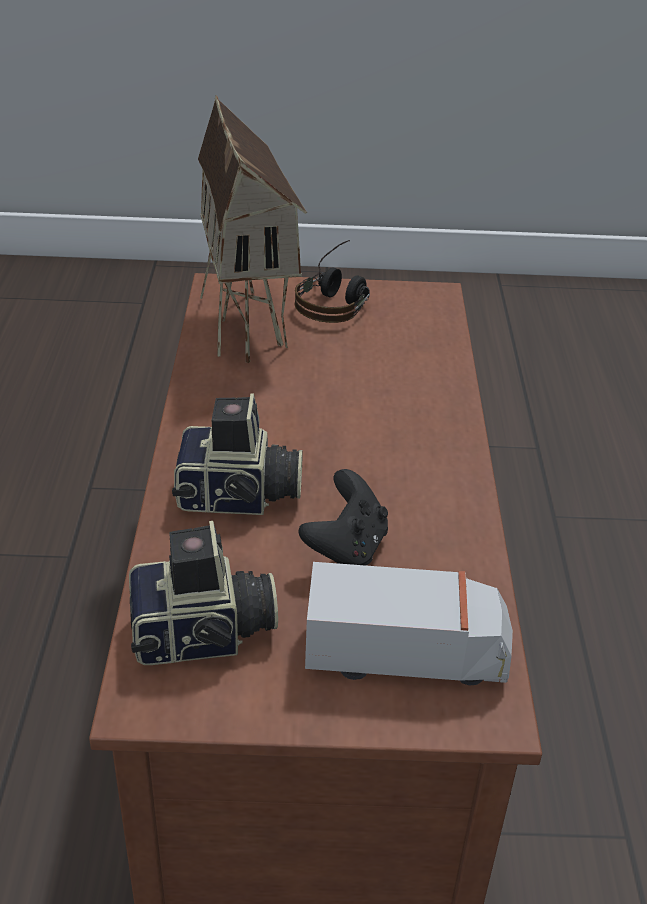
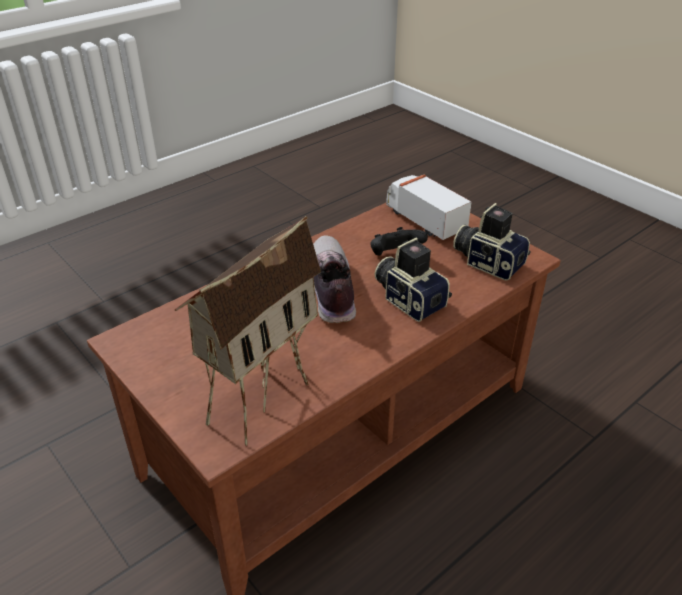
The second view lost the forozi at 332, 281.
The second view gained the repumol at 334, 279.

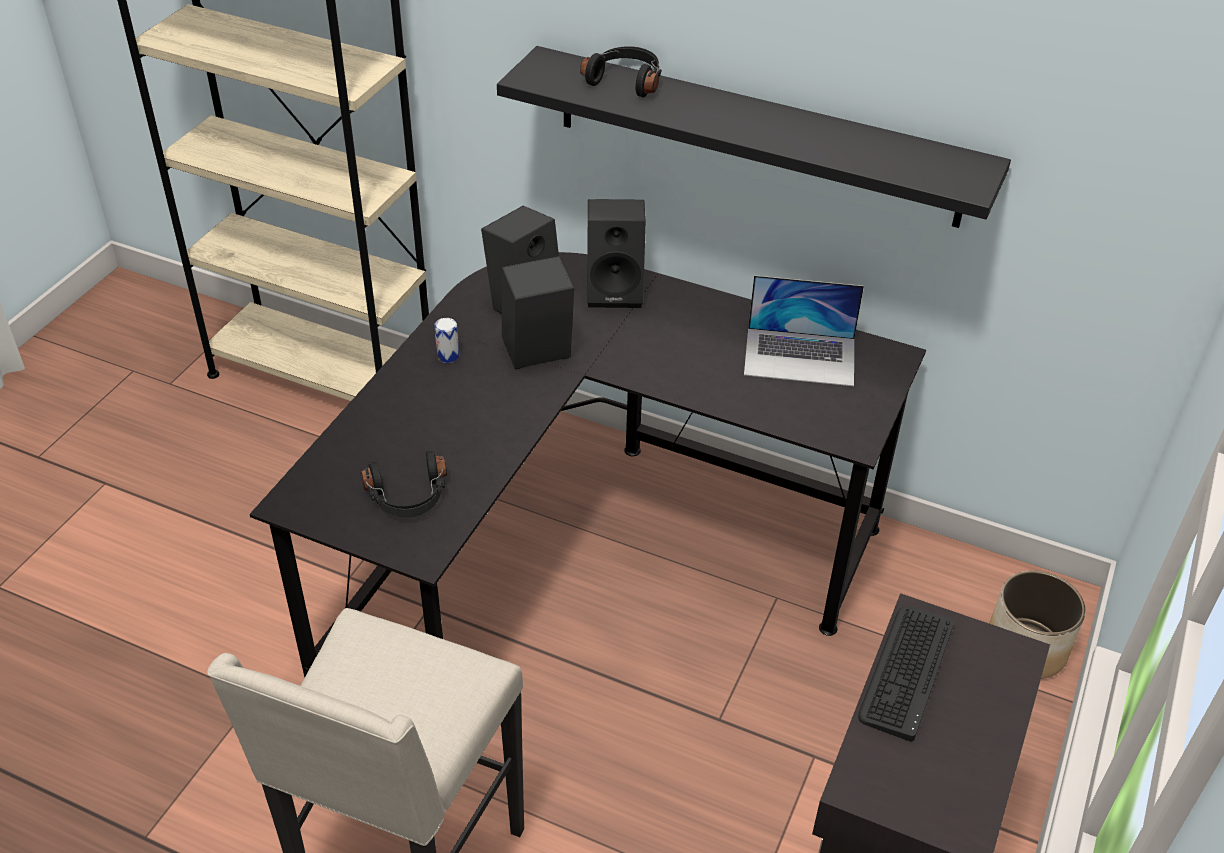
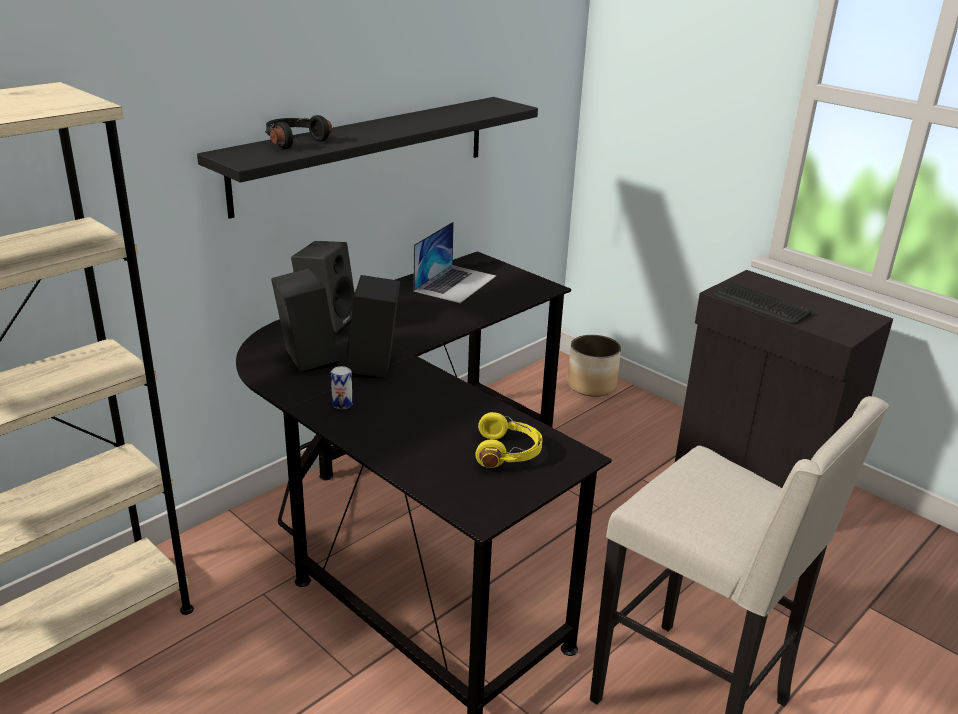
What was the black forozi at 404, 484 turned into the yellow forozi at 509, 440.

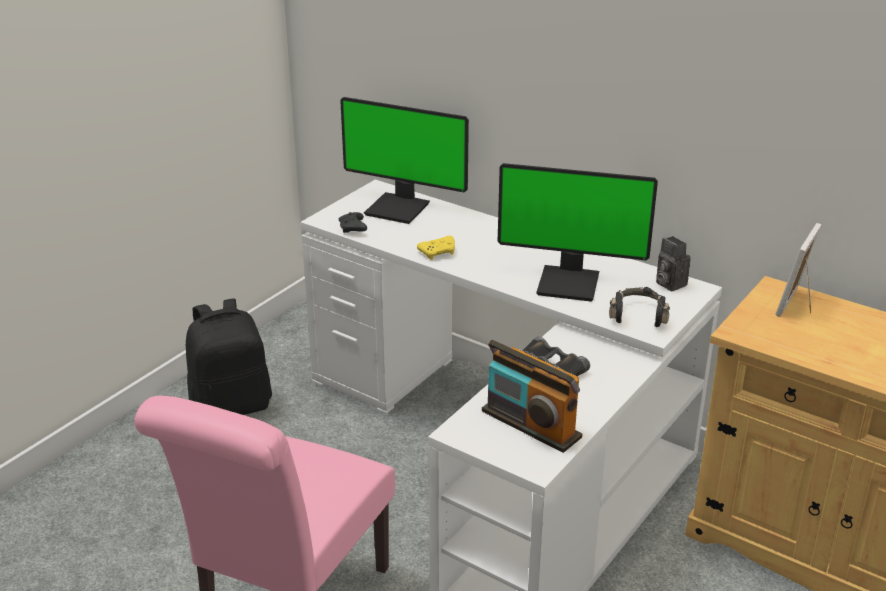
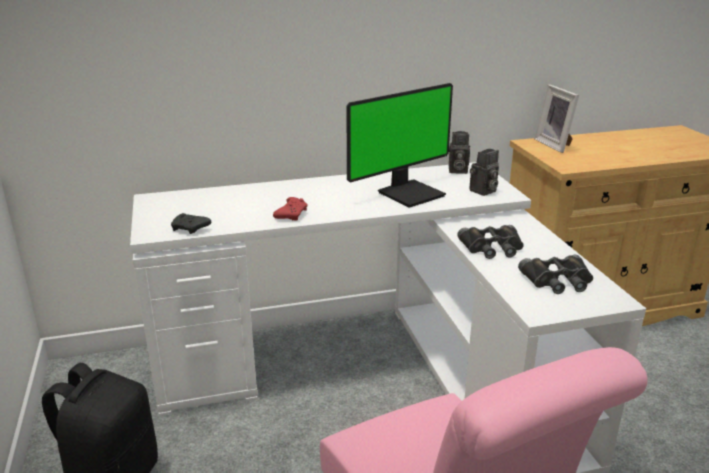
The second view lost the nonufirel at 404, 160.
Where the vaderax stood at 532, 396, the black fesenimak came to stand at 555, 274.
Where the black forozi stood at 639, 307, the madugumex came to stand at 484, 172.
What was the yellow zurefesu at 436, 248 turned into the red zurefesu at 290, 209.

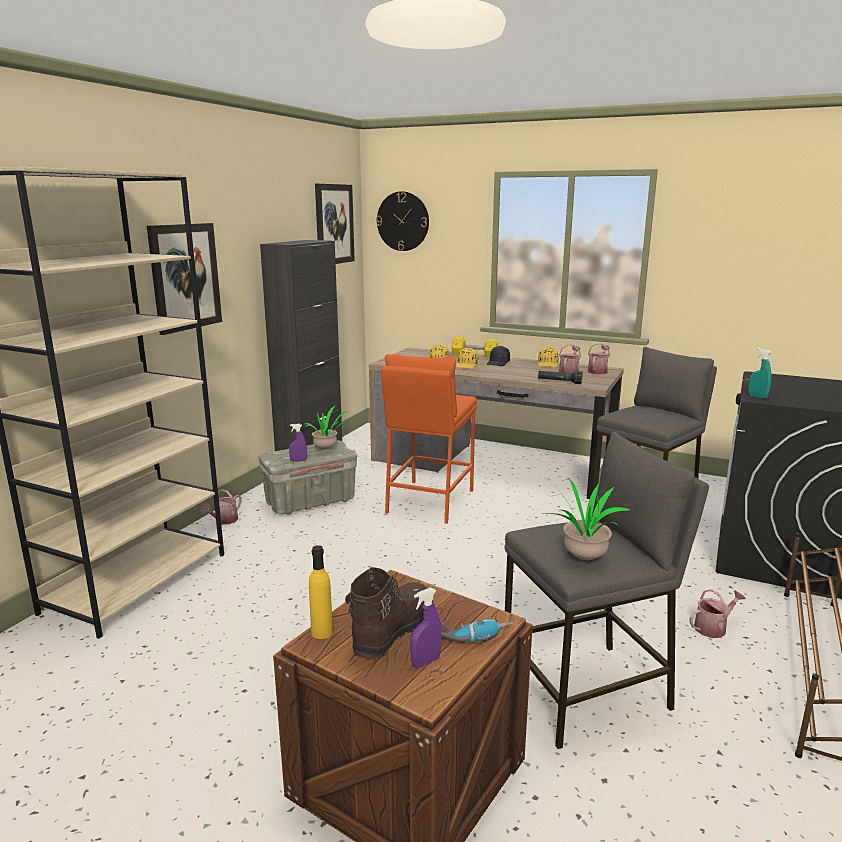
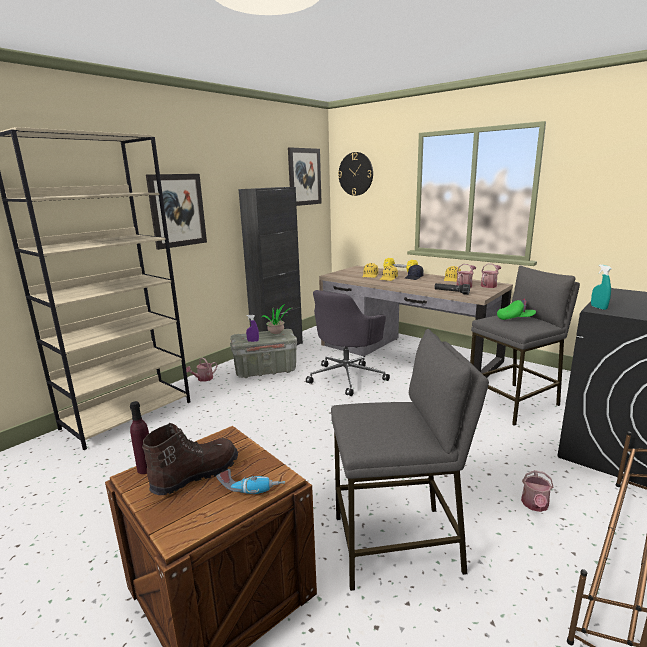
The second view lost the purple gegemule at 426, 628.
The second view lost the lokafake at 586, 519.
The second view gained the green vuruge at 516, 309.
Where the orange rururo stood at 429, 439, the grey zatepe came to stand at 348, 343.
What was the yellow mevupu at 321, 592 turned into the purple mevupu at 139, 437.
The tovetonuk at 717, 613 ended up facing another way, 120 degrees clockwise from before.

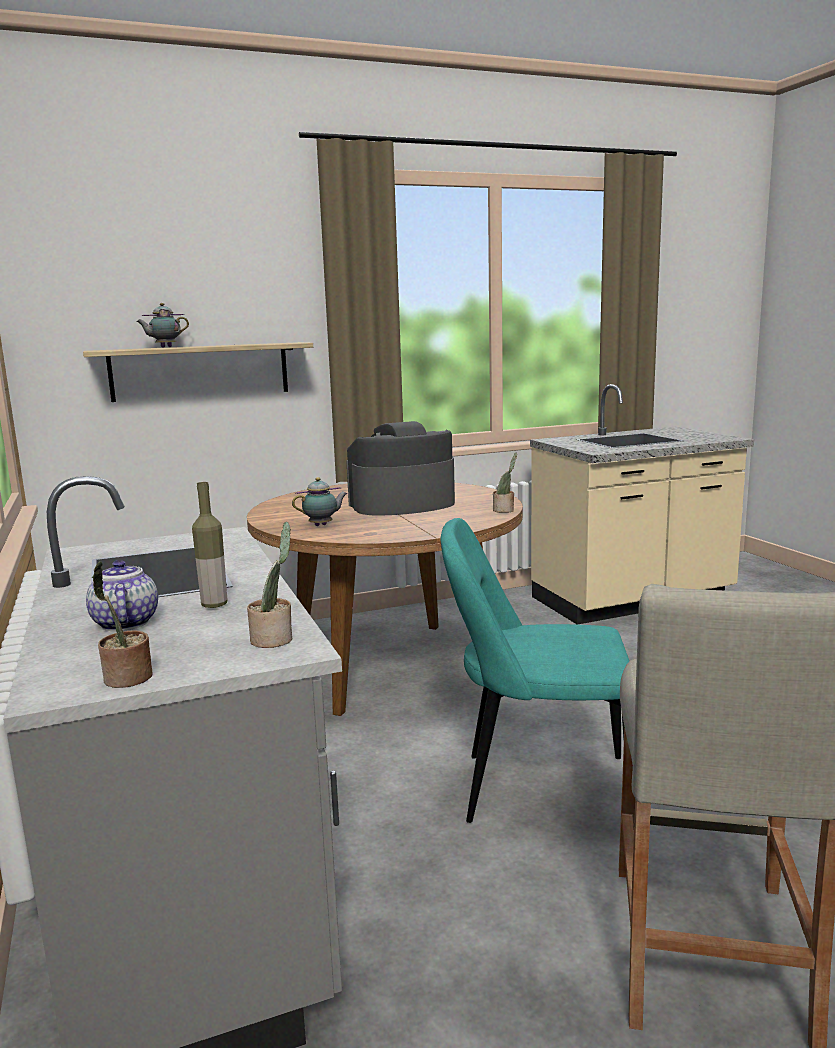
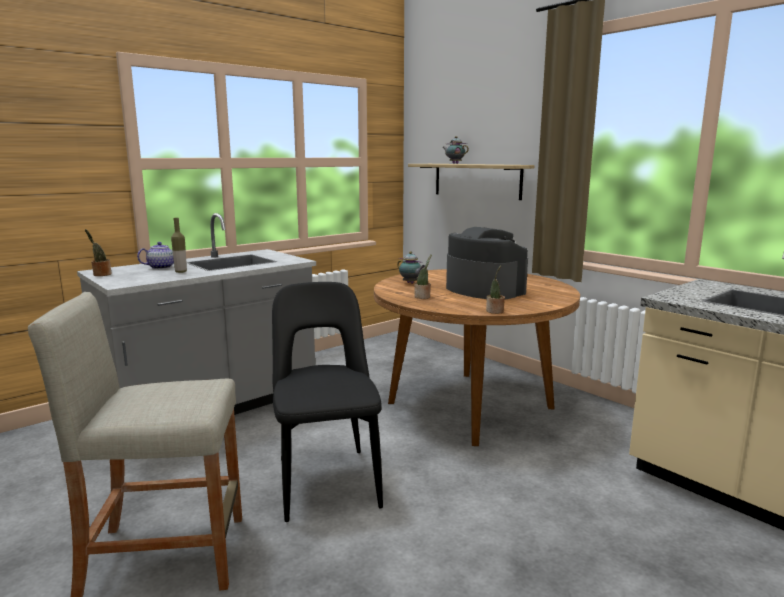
The lokafake ended up elsewhere, having gone from 269, 585 to 423, 276.
What was the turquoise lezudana at 535, 670 turned into the black lezudana at 327, 402.

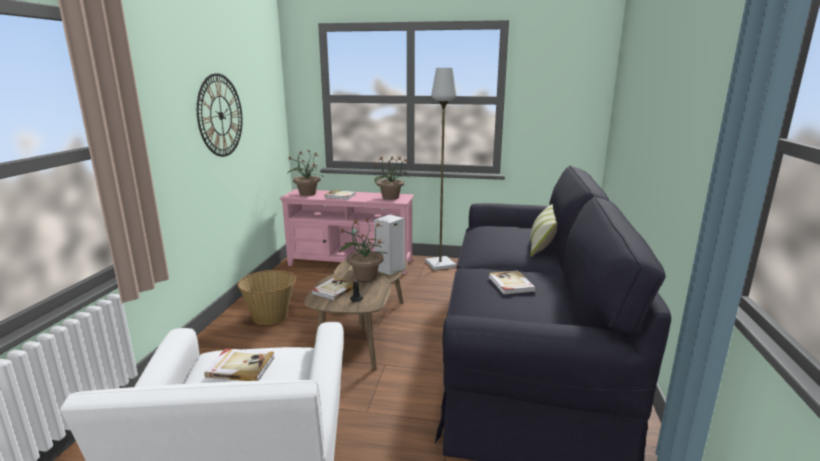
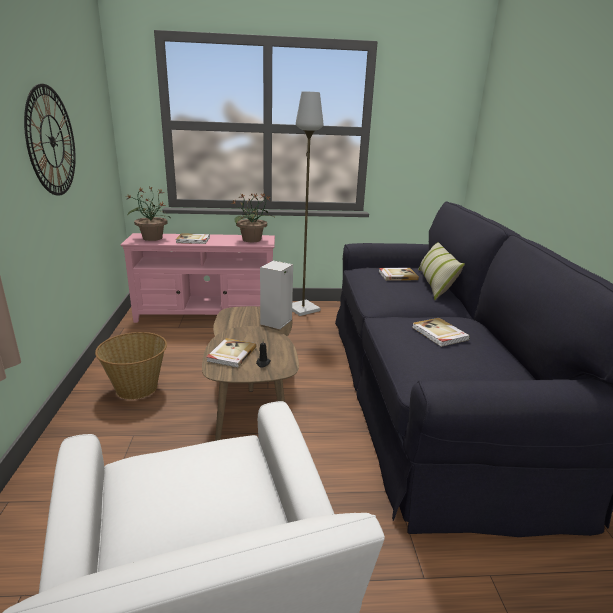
The second view lost the lokafake at 363, 249.
The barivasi ended up elsewhere, having gone from 239, 364 to 399, 274.

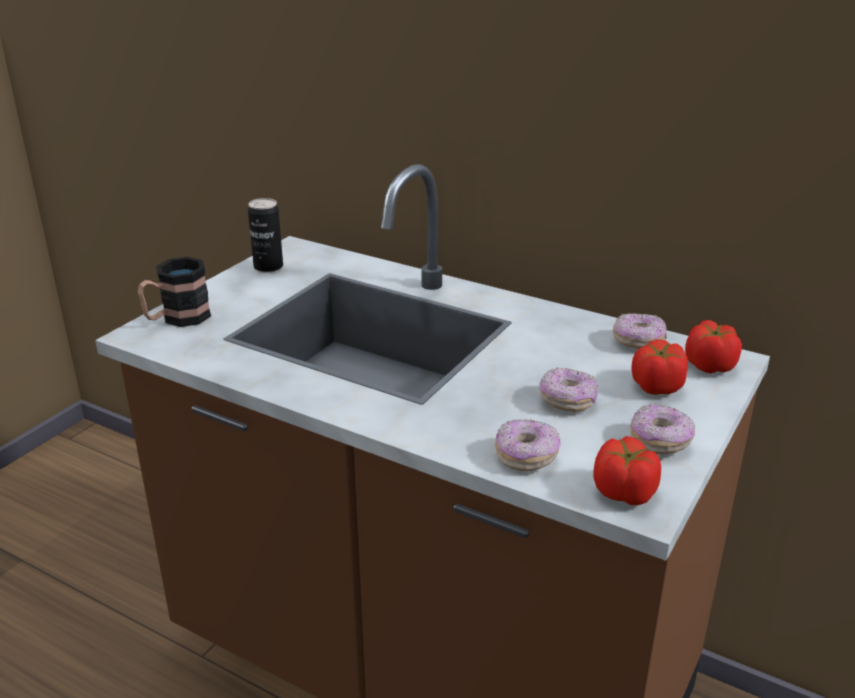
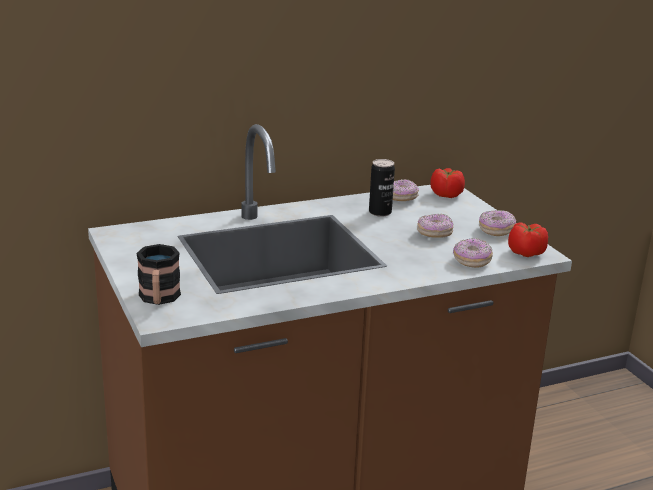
The second view lost the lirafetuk at 659, 367.
The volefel ended up elsewhere, having gone from 265, 235 to 382, 188.

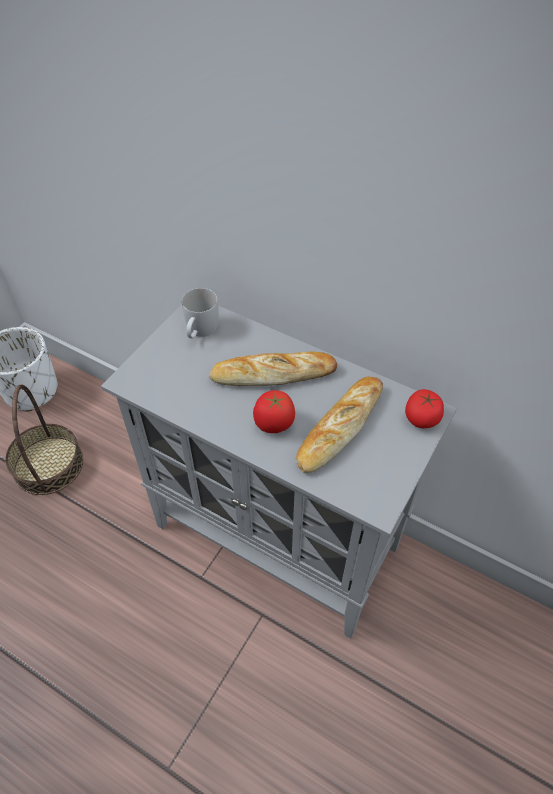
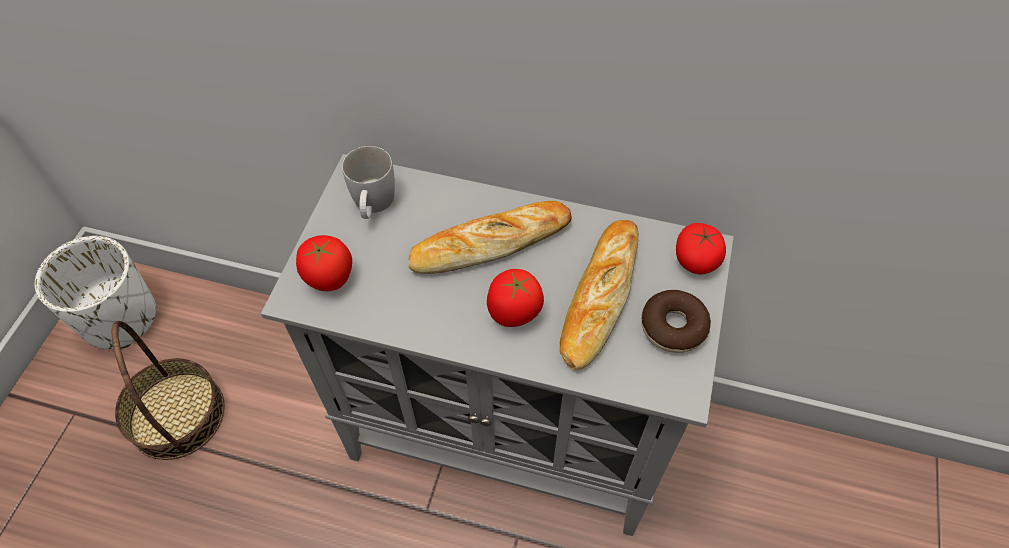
The second view gained the lirafetuk at 324, 263.
The second view gained the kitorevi at 676, 321.

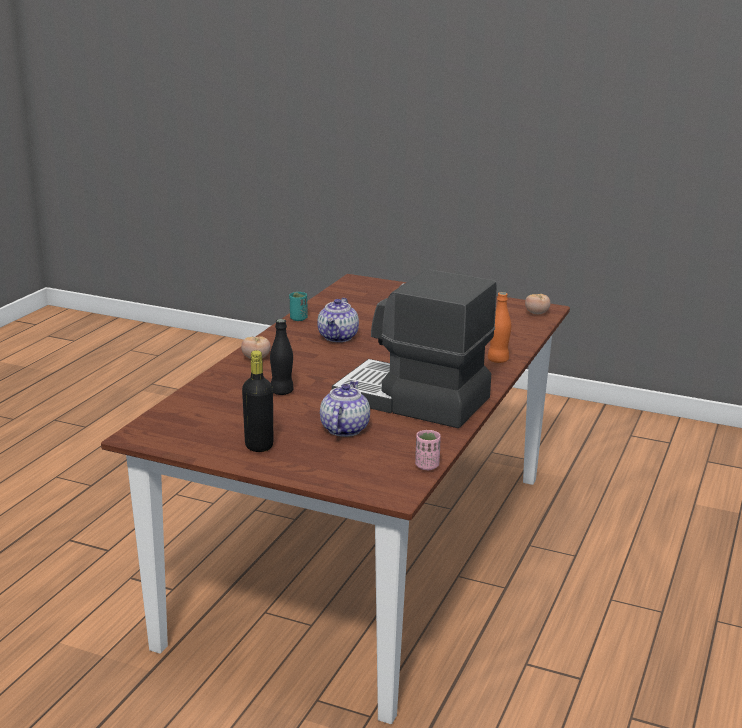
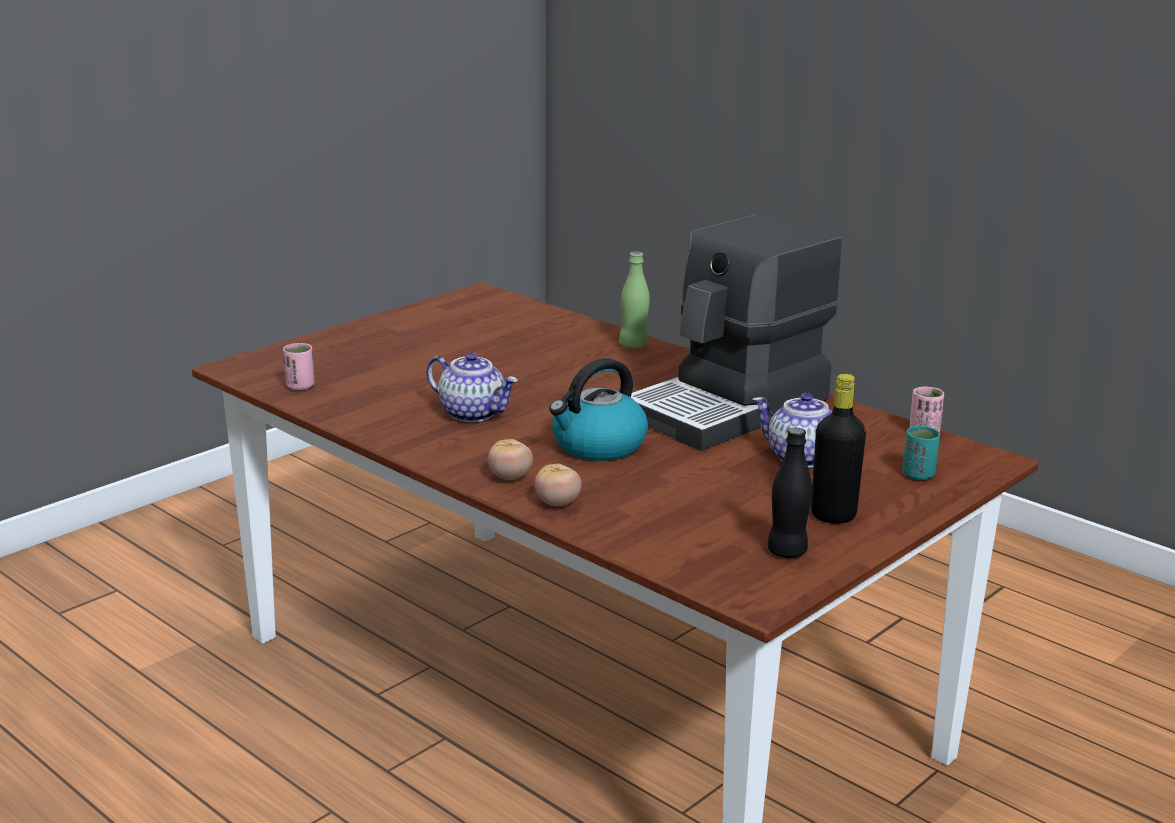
The second view gained the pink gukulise at 298, 366.
The second view gained the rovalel at 598, 409.
The black mevupu ended up elsewhere, having gone from 282, 357 to 789, 493.
The turquoise gukulise ended up elsewhere, having gone from 298, 306 to 921, 453.
The lirafetuk ended up elsewhere, having gone from 538, 304 to 558, 485.
What was the orange mevupu at 499, 327 turned into the green mevupu at 634, 300.

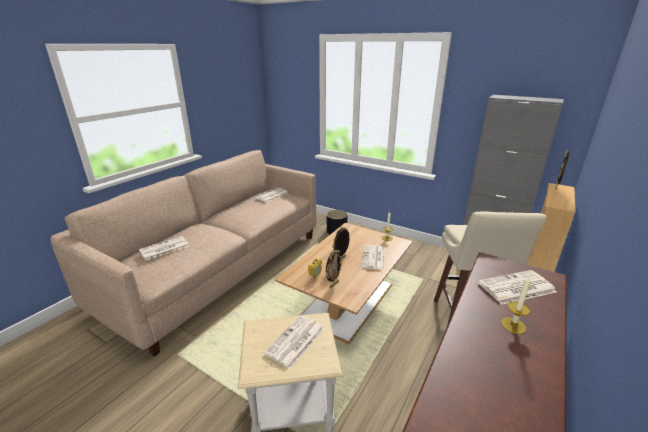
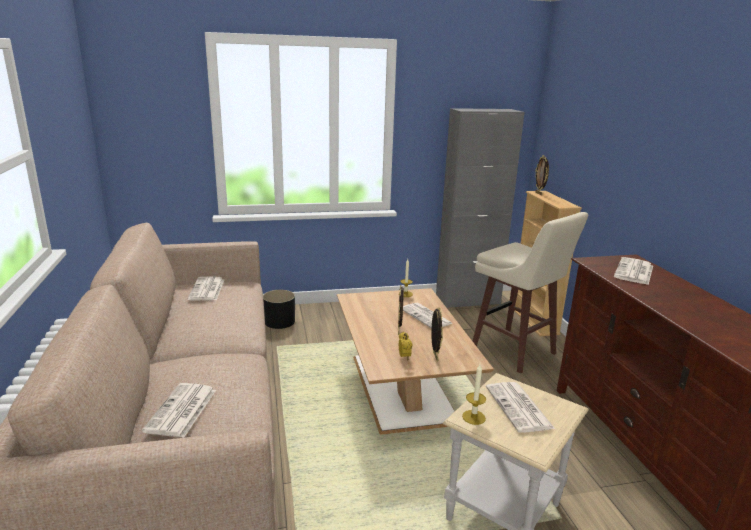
The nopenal ended up elsewhere, having gone from 516, 305 to 474, 394.

